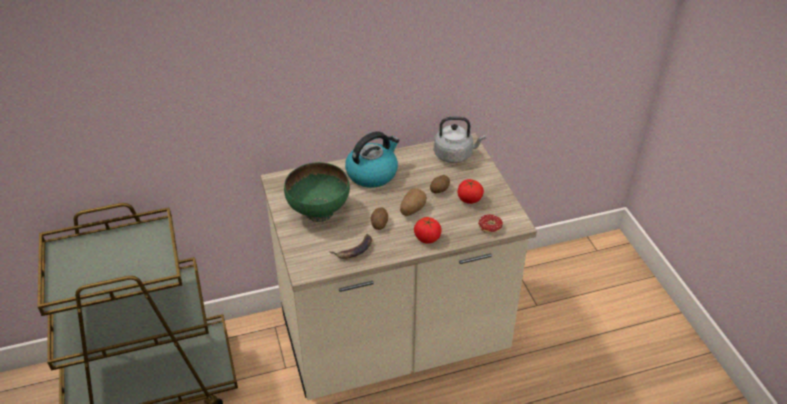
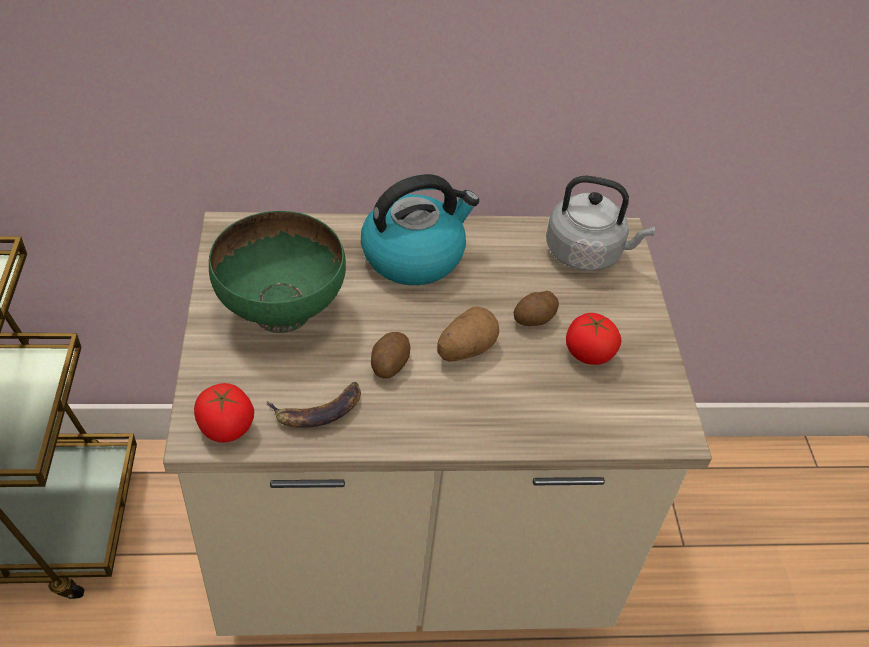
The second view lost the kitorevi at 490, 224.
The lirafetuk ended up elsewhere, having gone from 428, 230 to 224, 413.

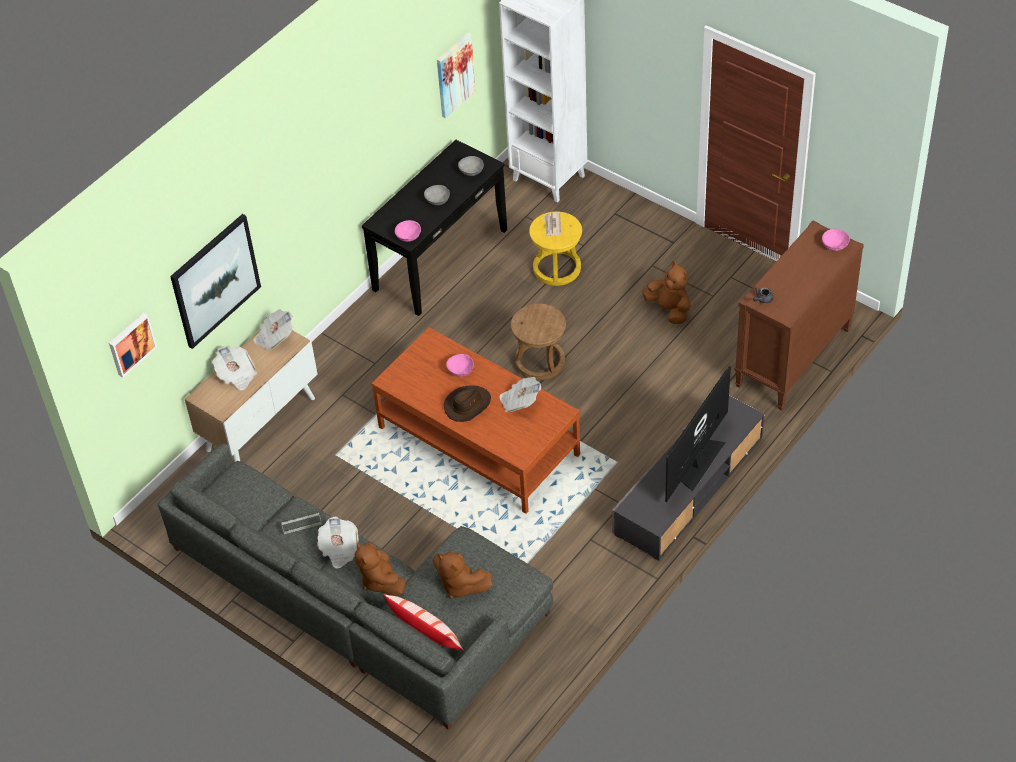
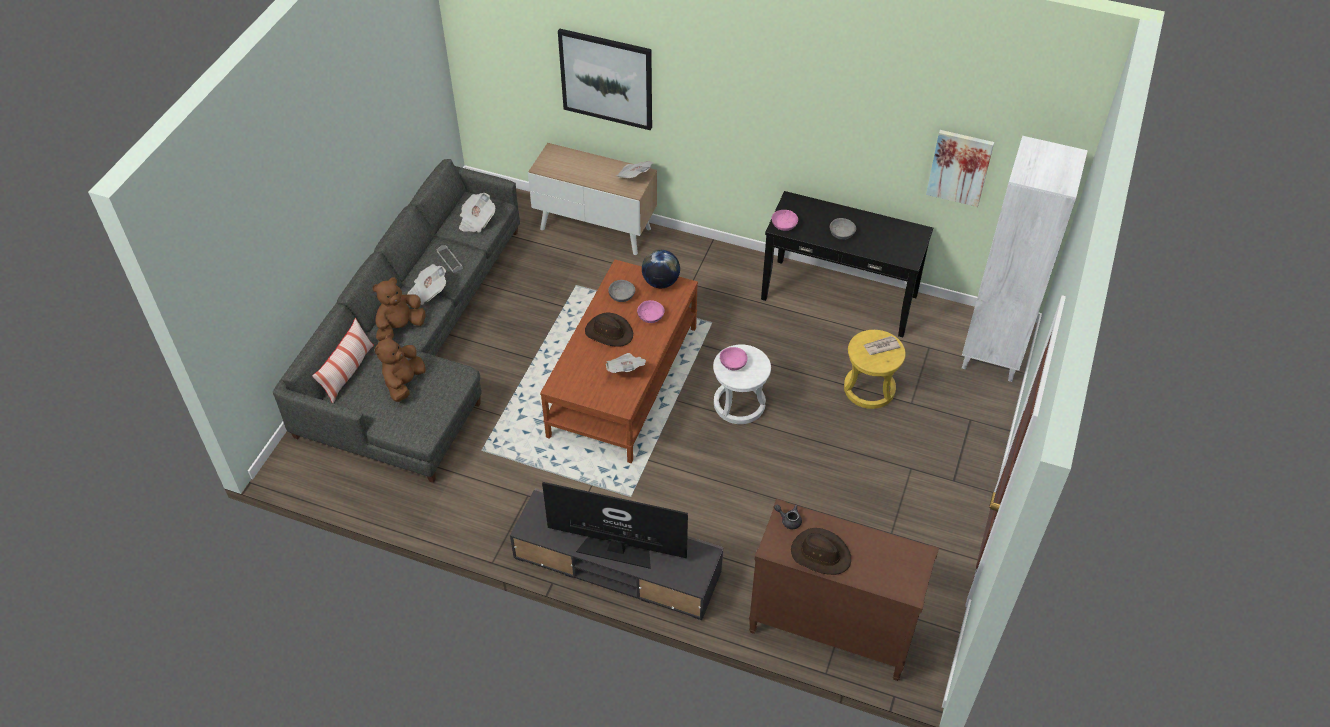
The second view lost the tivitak at 133, 345.
The second view lost the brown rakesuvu at 667, 292.
The second view gained the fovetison at 661, 269.
The second view gained the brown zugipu at 821, 551.
The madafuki ended up elsewhere, having gone from 235, 368 to 477, 213.
The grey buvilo ended up elsewhere, having gone from 471, 166 to 621, 291.
The pink buvilo ended up elsewhere, having gone from 836, 240 to 734, 358.
What was the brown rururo at 538, 341 turned into the white rururo at 742, 384.

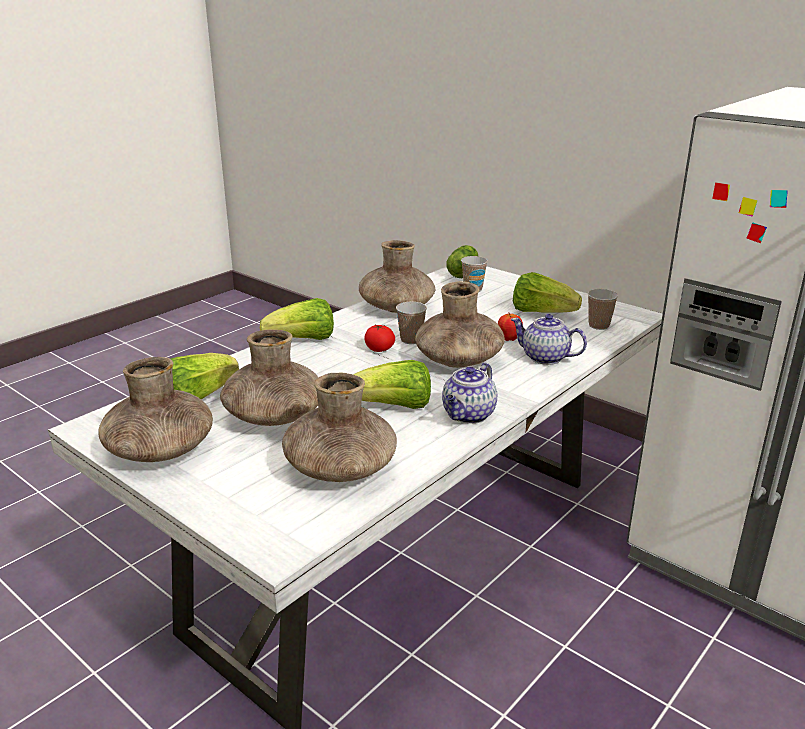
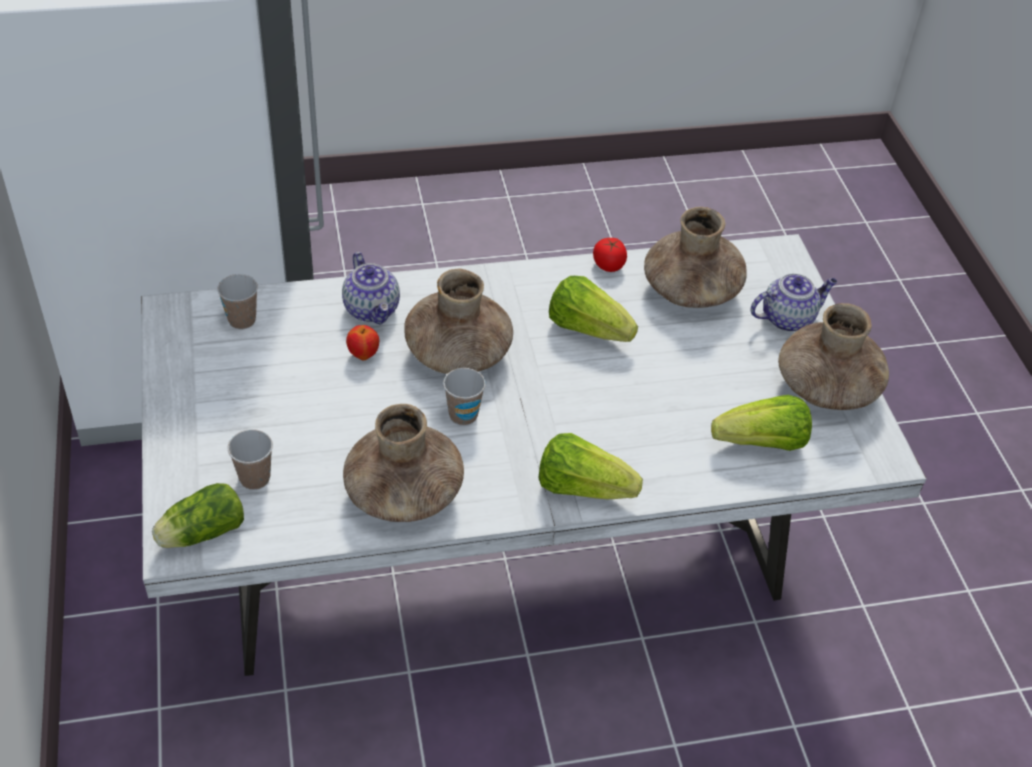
The second view lost the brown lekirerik at 269, 378.
The second view lost the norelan at 547, 292.
The lirafetuk ended up elsewhere, having gone from 379, 338 to 610, 255.
The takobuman ended up elsewhere, having gone from 469, 393 to 794, 303.

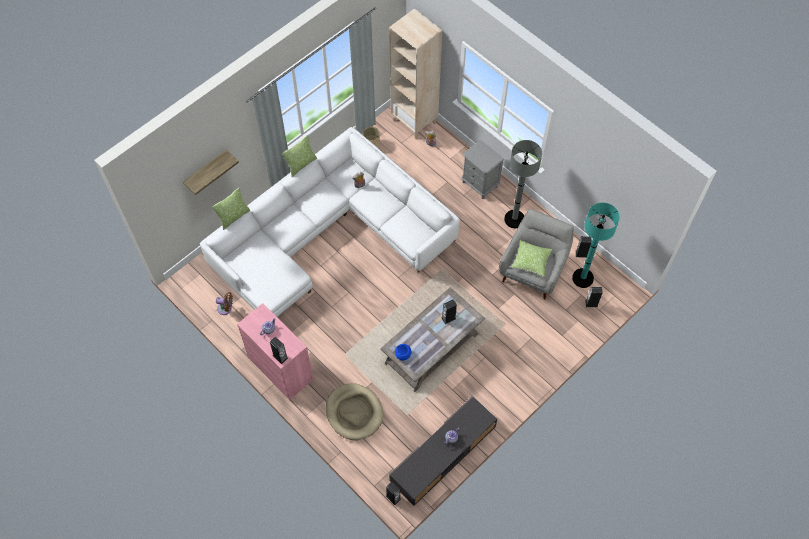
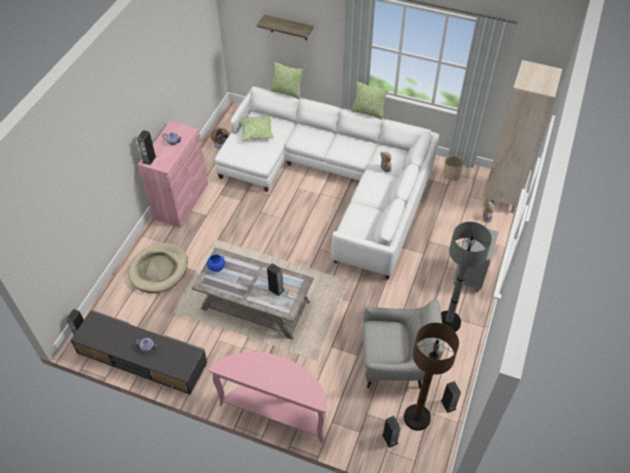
The second view gained the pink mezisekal at 267, 397.
The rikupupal ended up elsewhere, having gone from 532, 258 to 256, 128.
What was the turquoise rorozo at 596, 245 turned into the brown rorozo at 431, 377.

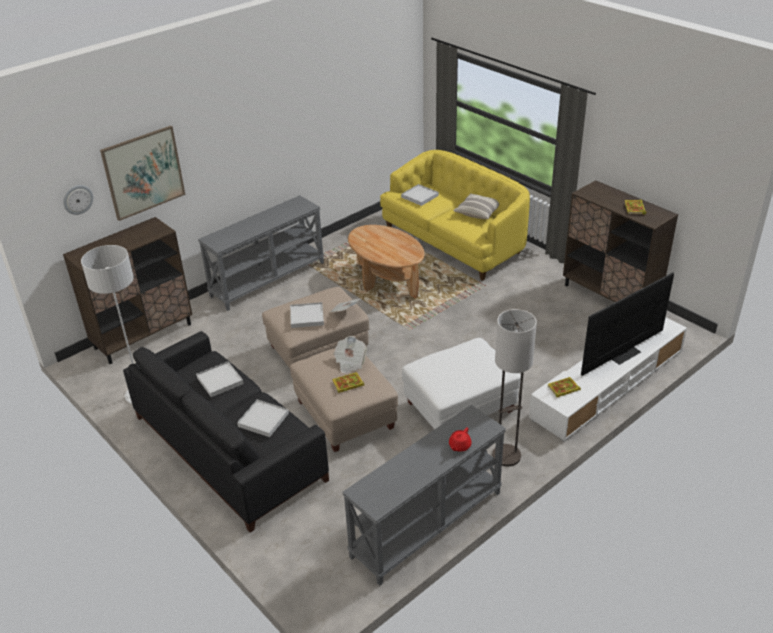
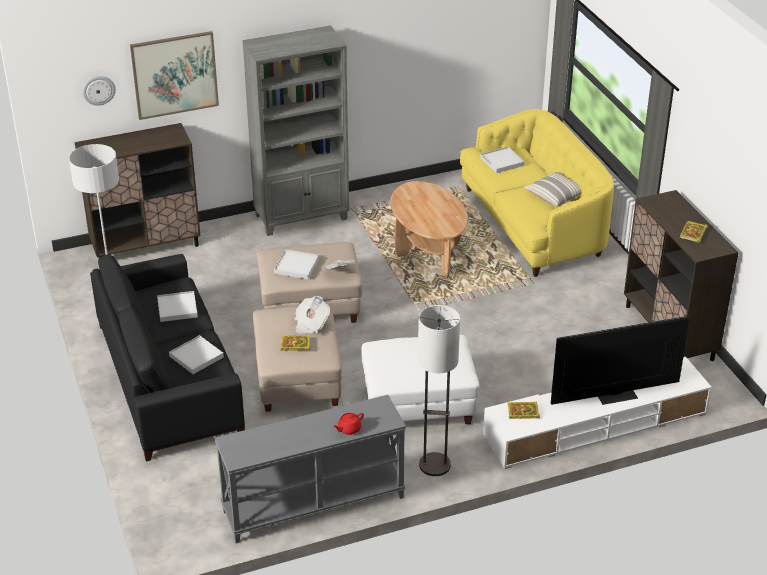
Where the grey mezisekal stood at 261, 253, the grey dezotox came to stand at 295, 131.

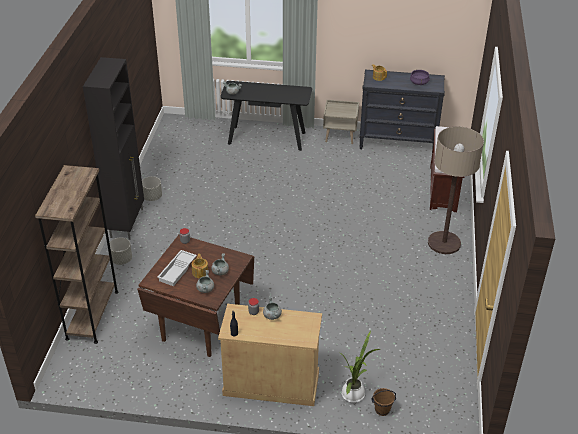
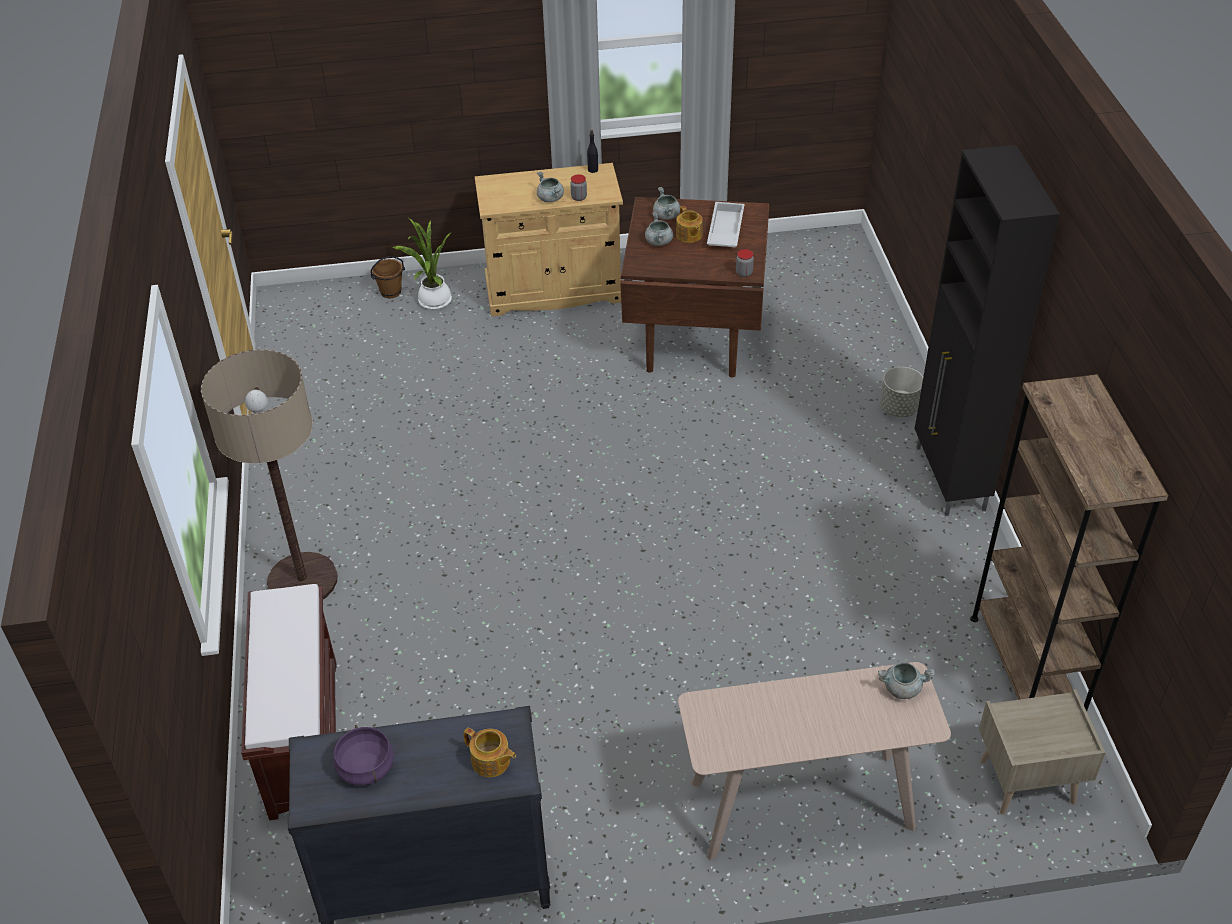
The second view lost the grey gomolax at 152, 188.
The brown dezotox ended up elsewhere, having gone from 77, 254 to 1069, 542.
The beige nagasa ended up elsewhere, having gone from 341, 122 to 1042, 752.
What was the black mezisekal at 266, 116 turned into the beige mezisekal at 814, 761.

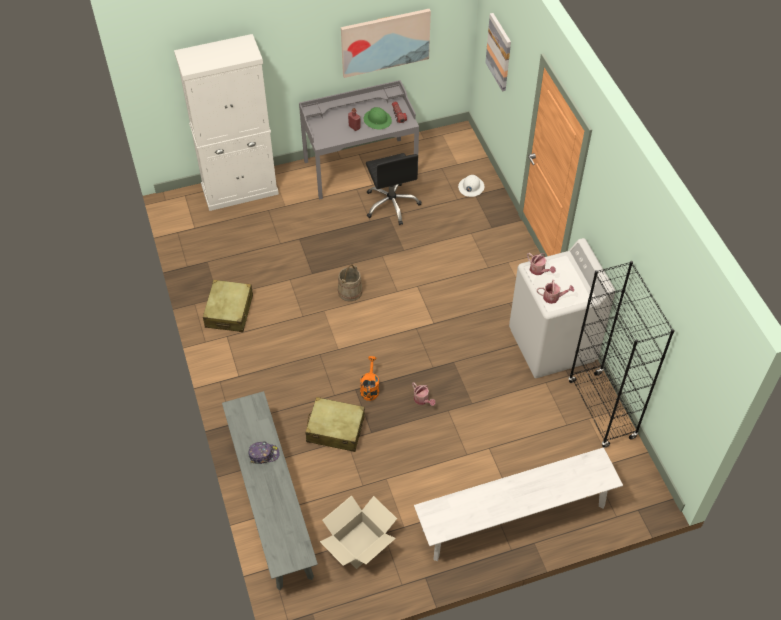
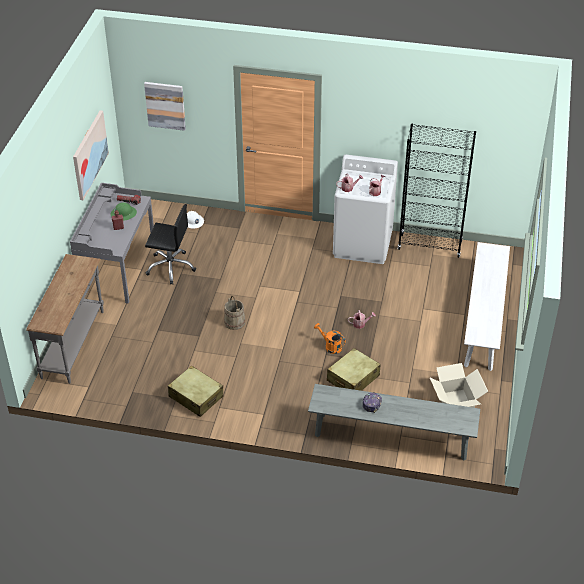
Where the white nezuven stood at 226, 122, the grey mezisekal came to stand at 65, 319.

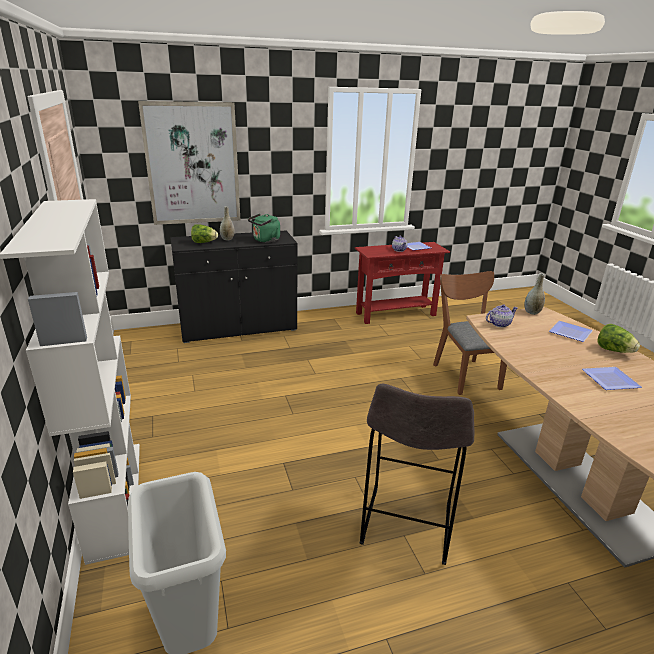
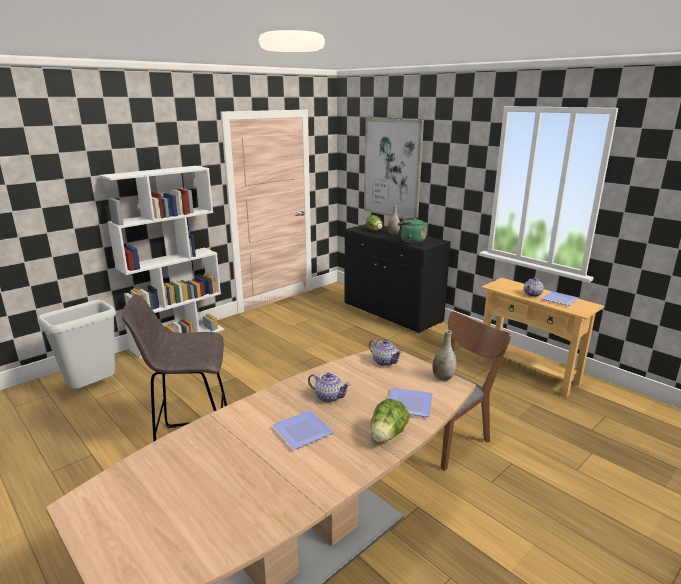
The second view gained the takobuman at 329, 388.
What was the red mezisekal at 402, 283 turned into the beige mezisekal at 541, 337.

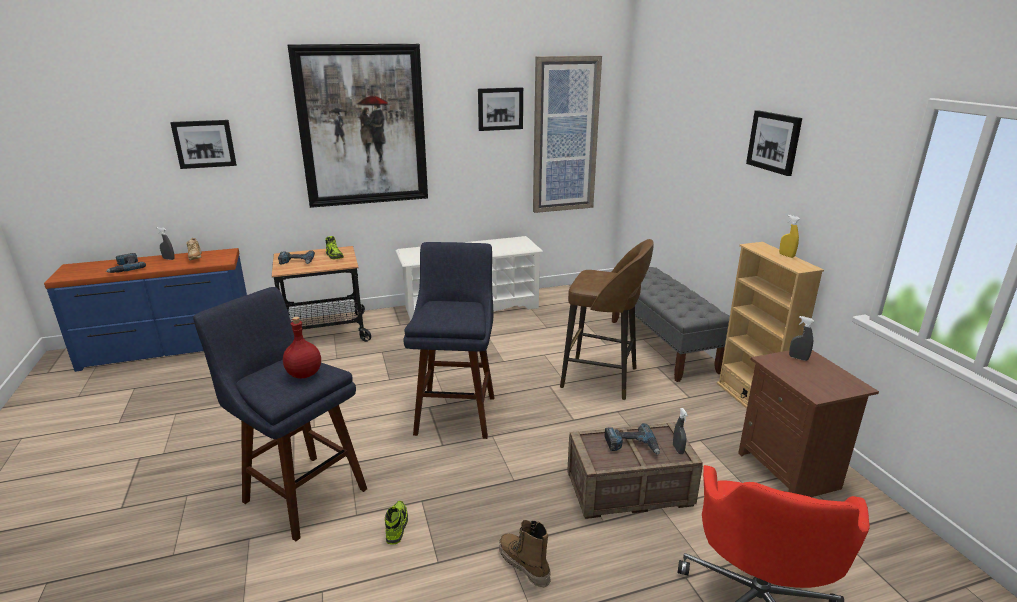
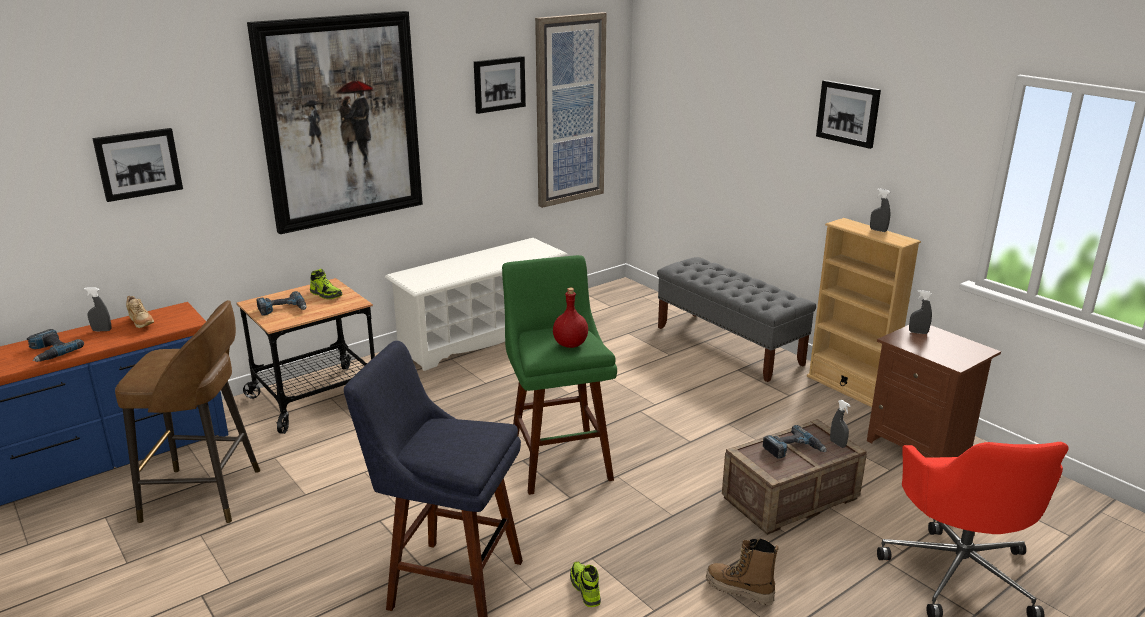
The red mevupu ended up elsewhere, having gone from 302, 348 to 570, 318.
The brown rururo ended up elsewhere, having gone from 606, 319 to 187, 411.
What was the blue rururo at 448, 340 turned into the green rururo at 559, 375.
What was the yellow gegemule at 789, 236 turned into the grey gegemule at 880, 210.

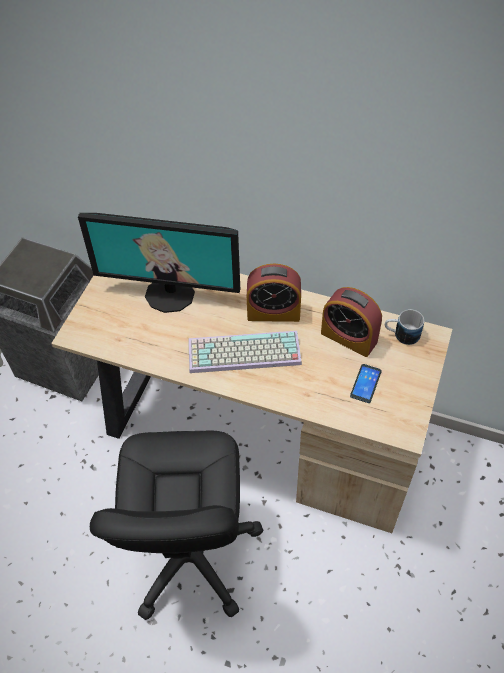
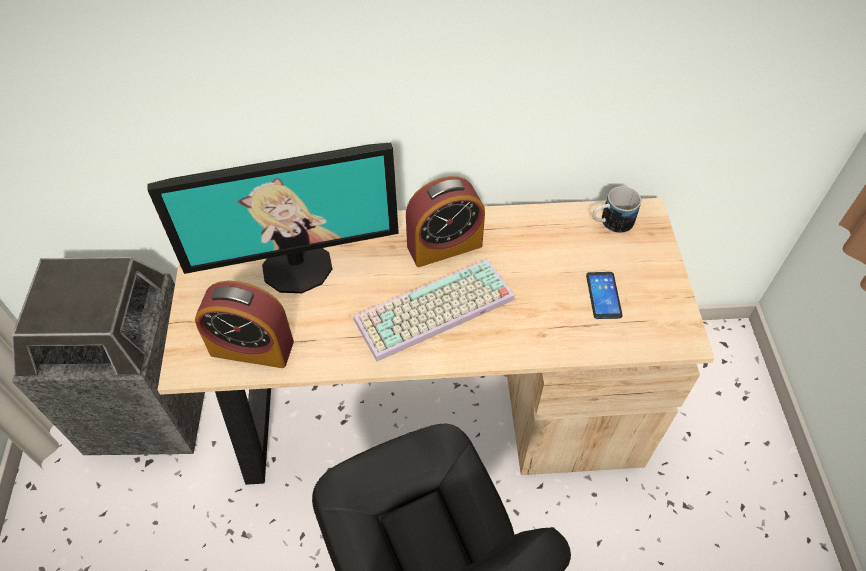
The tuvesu ended up elsewhere, having gone from 351, 322 to 244, 324.

